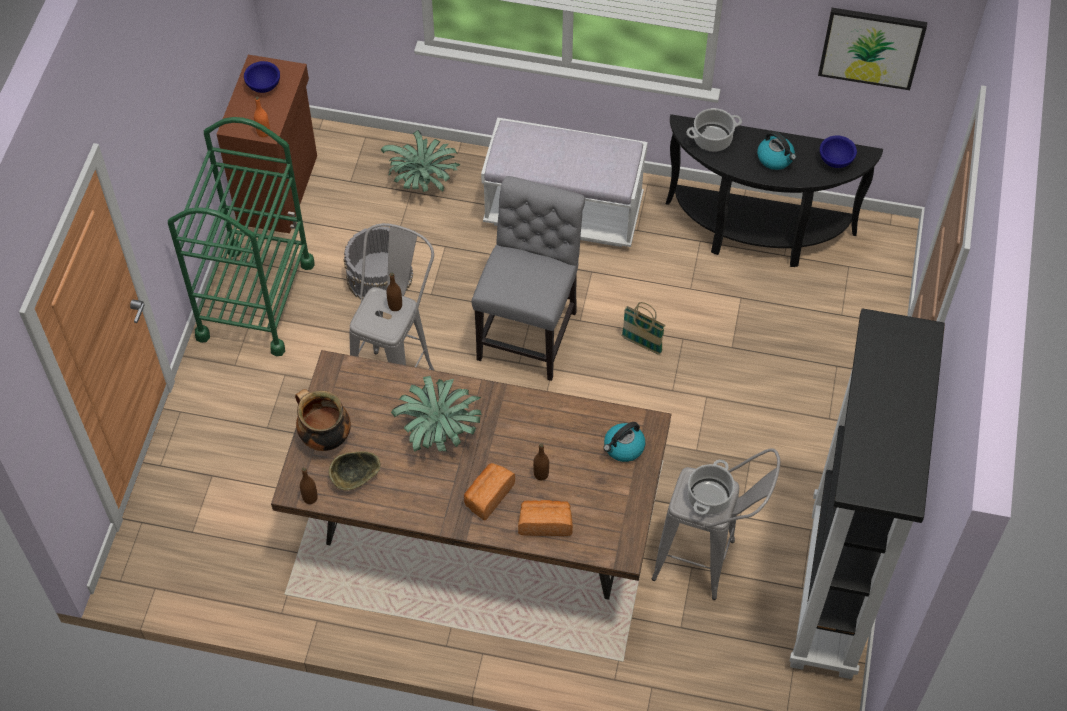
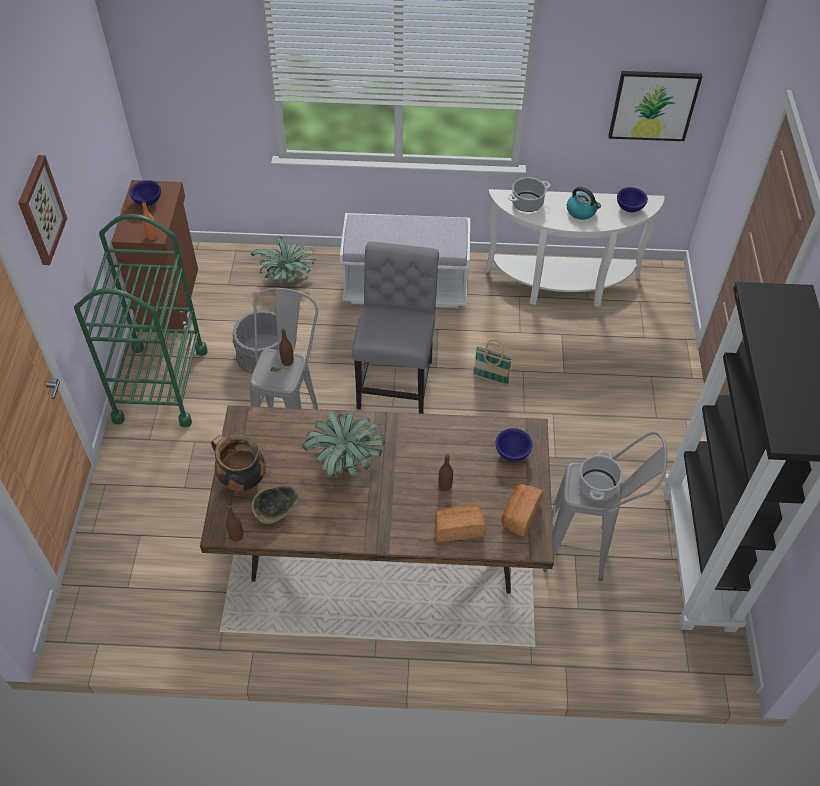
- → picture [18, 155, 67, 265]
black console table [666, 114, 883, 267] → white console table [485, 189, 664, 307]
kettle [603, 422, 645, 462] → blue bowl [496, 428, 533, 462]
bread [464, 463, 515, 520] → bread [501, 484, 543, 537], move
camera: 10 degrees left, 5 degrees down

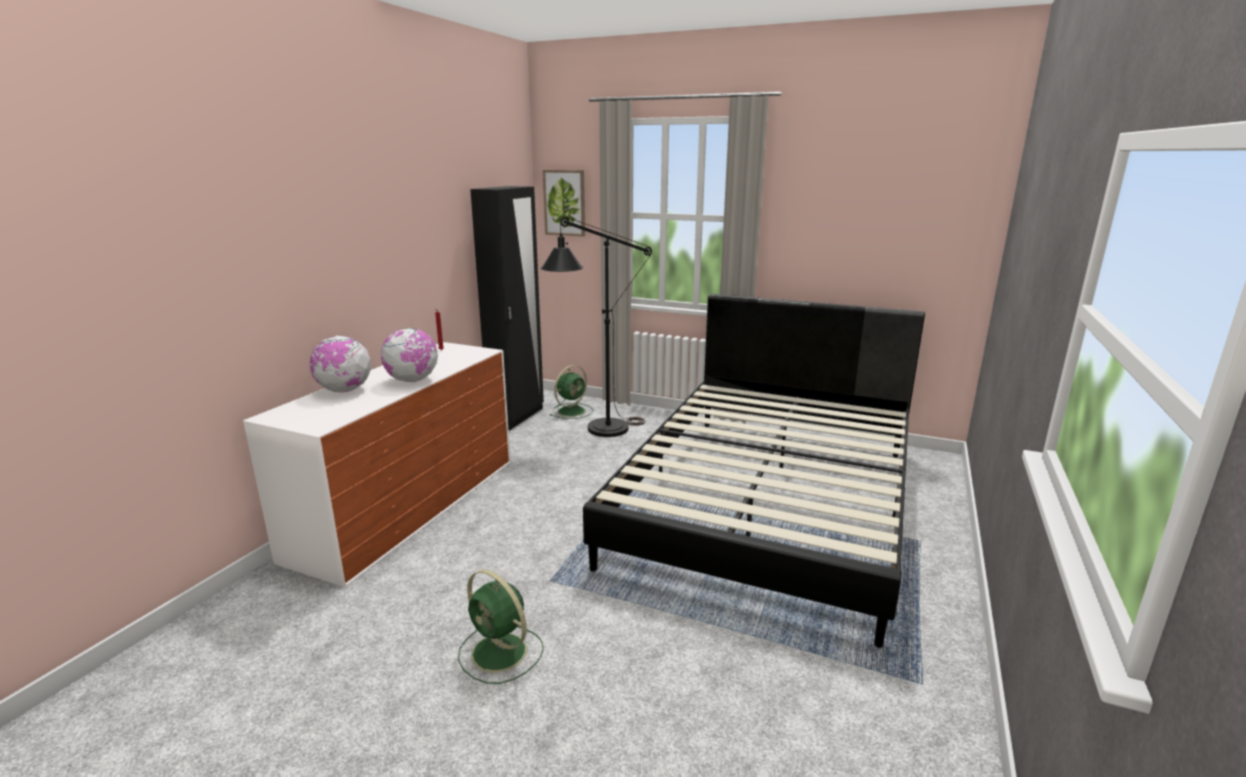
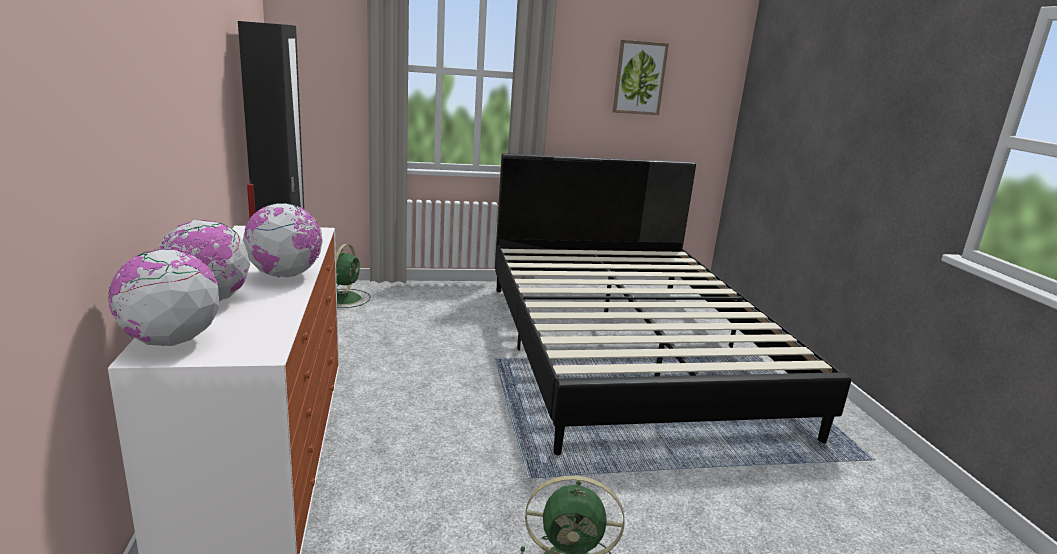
- → globe [108, 249, 220, 346]
picture [543, 170, 585, 237] → picture [613, 40, 669, 115], move
black floor lamp [541, 217, 652, 437] → -
camera: 35 degrees left, 0 degrees up

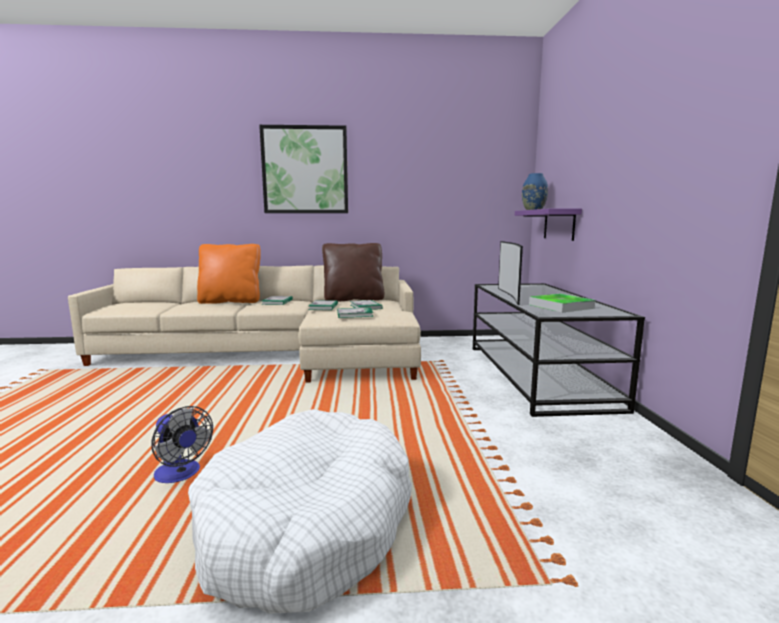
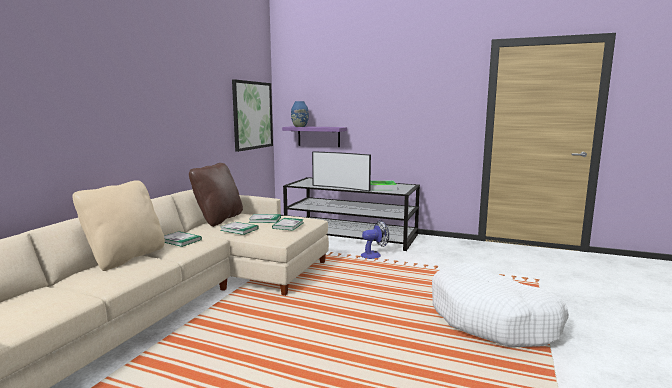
orange pillow [197, 244, 261, 304] → beige pillow [72, 180, 165, 271]
picture [259, 125, 348, 213] → picture [232, 79, 273, 152], move
fan [151, 406, 213, 483] → fan [361, 220, 389, 259], move
camera: 65 degrees left, 0 degrees up

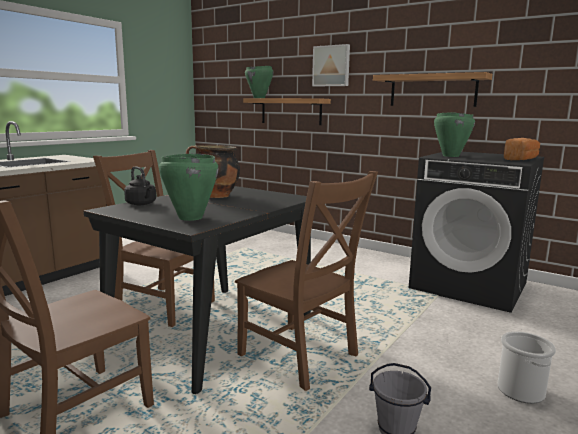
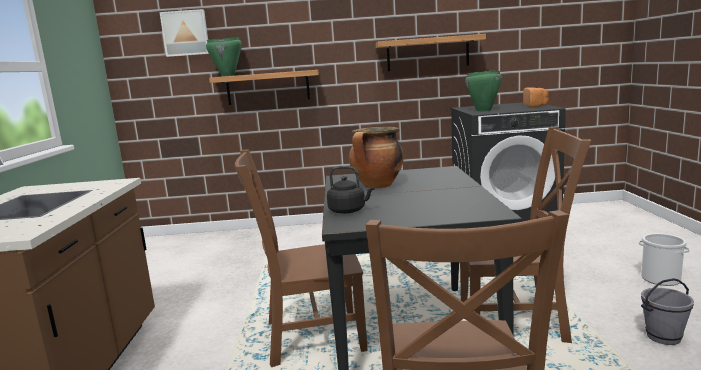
picture [312, 44, 350, 87] → picture [160, 9, 209, 57], move
green cooking pot [159, 153, 219, 221] → -
camera: 35 degrees left, 0 degrees up

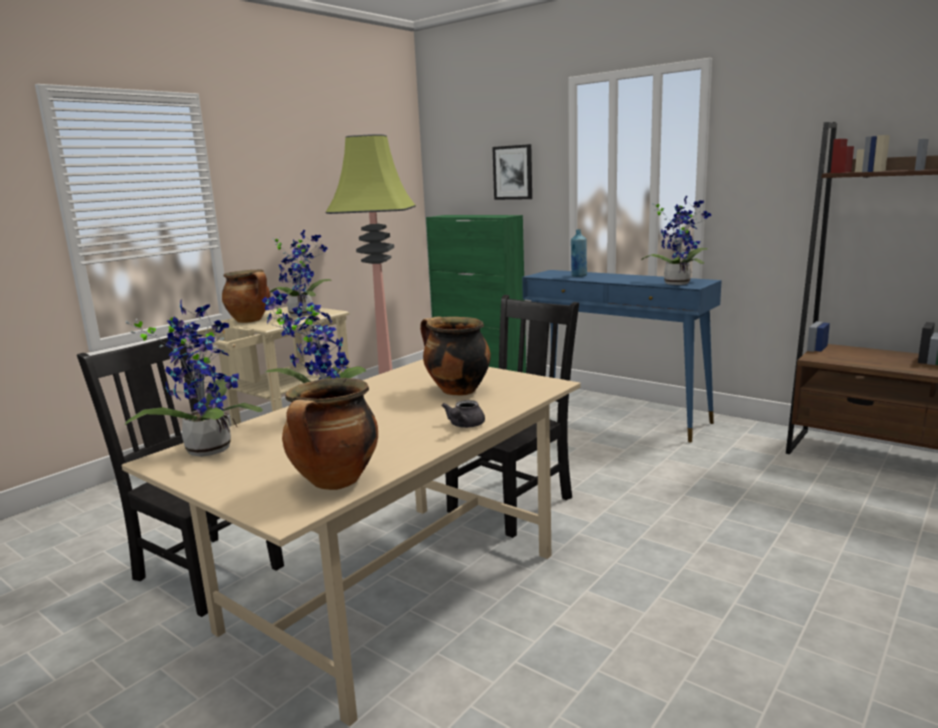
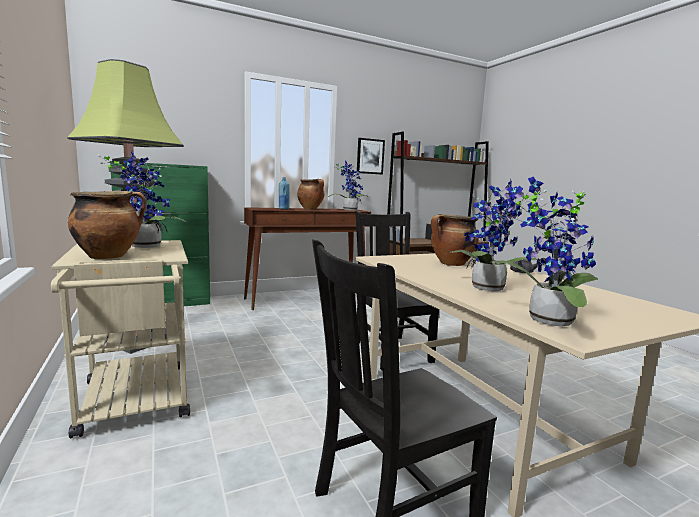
blue console table [522, 270, 722, 442] → brown console table [244, 207, 371, 310]
cooking pot [282, 378, 378, 490] → cooking pot [297, 179, 324, 209], move
picture [492, 144, 532, 200] → picture [357, 138, 385, 175], move
camera: 65 degrees left, 5 degrees down

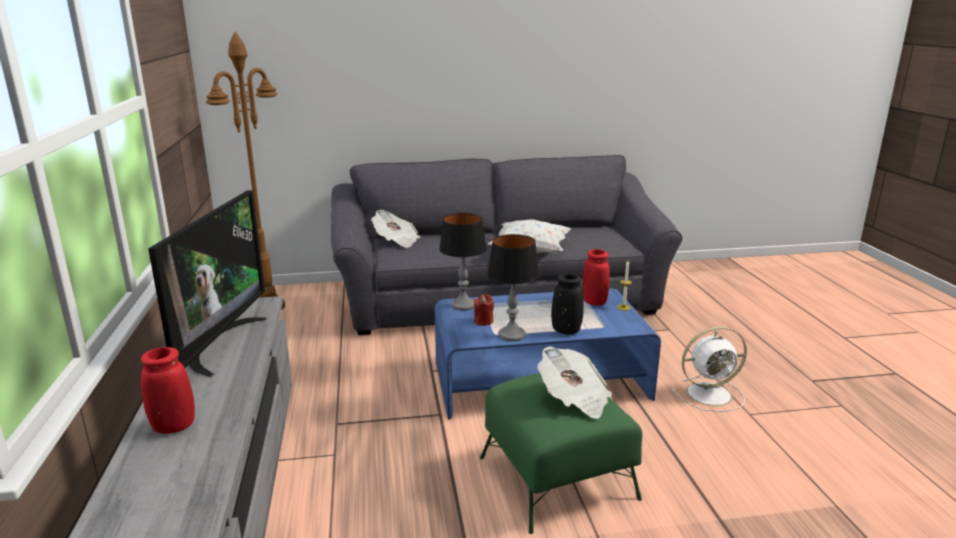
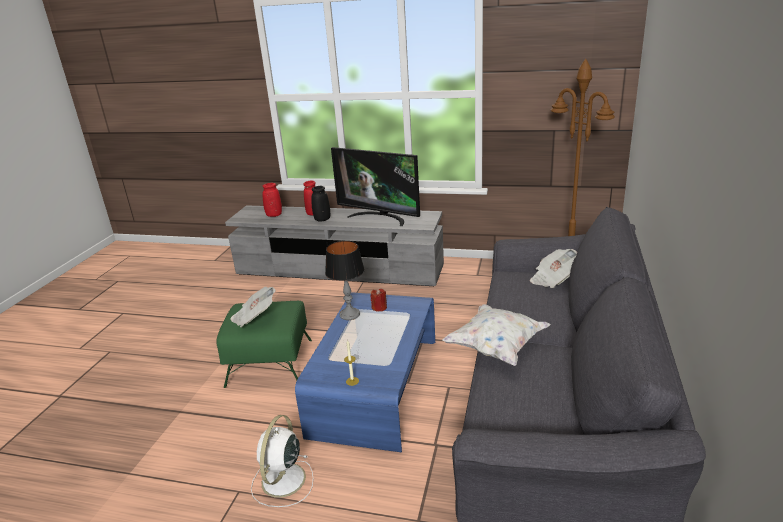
red vase [582, 249, 610, 306] → red vase [262, 183, 282, 217], move
black vase [551, 274, 584, 335] → black vase [311, 186, 330, 221], move
table lamp [439, 213, 487, 311] → -
camera: 115 degrees right, 5 degrees up

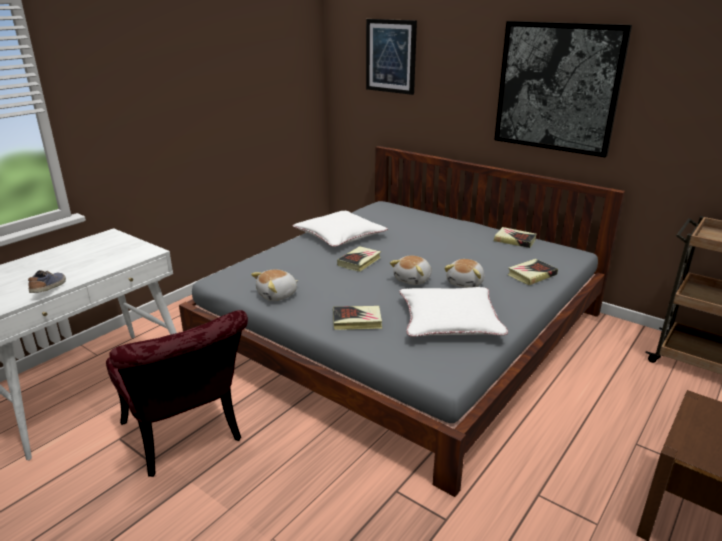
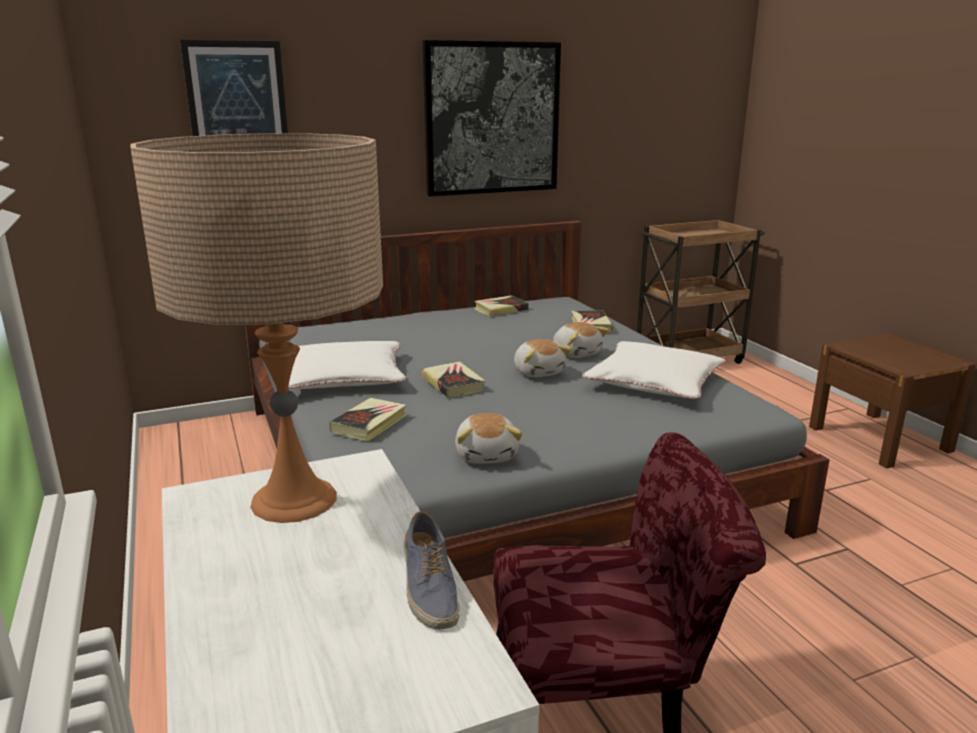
- → beige table lamp [130, 133, 383, 523]
book [333, 306, 382, 330] → book [329, 398, 407, 441], move
shoe [28, 270, 66, 293] → shoe [404, 511, 460, 630], 135 degrees counterclockwise
camera: 60 degrees left, 5 degrees down

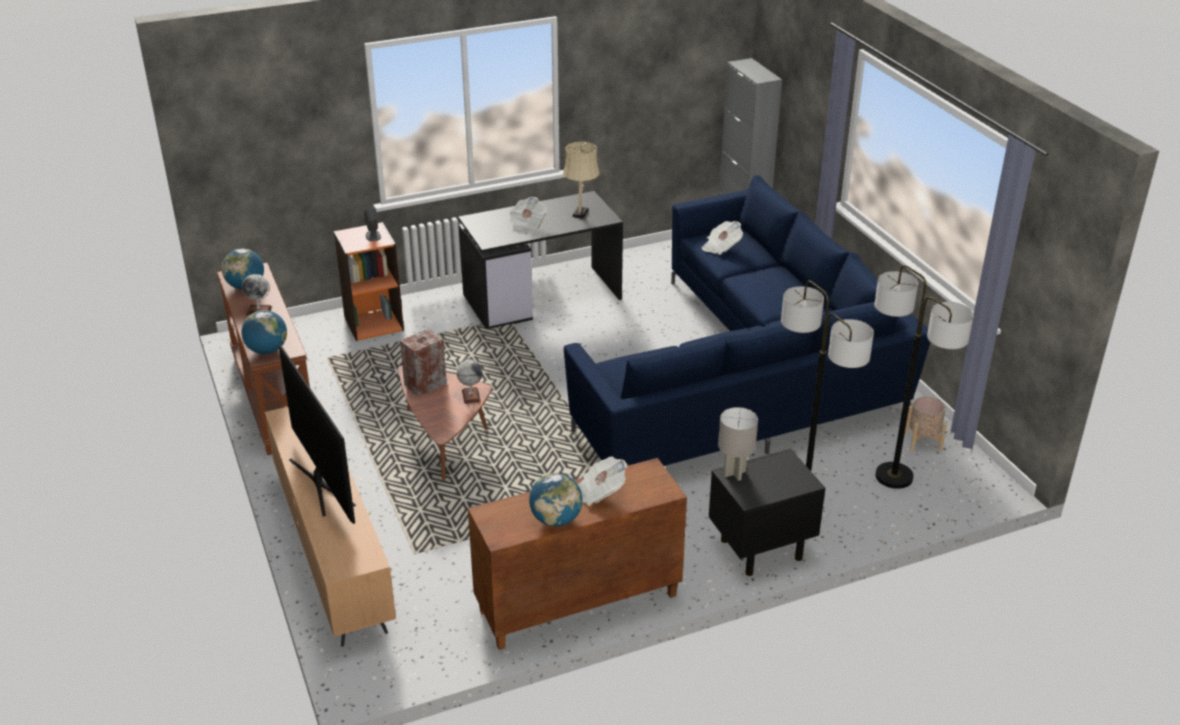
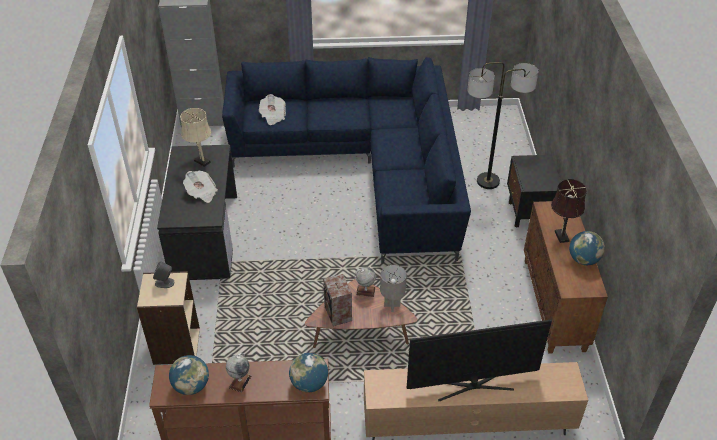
orange bookcase [334, 222, 404, 341] → beige bookcase [137, 271, 200, 365]
grey table lamp [718, 407, 758, 481] → grey table lamp [380, 265, 407, 312], move
newspaper [578, 457, 628, 506] → brown table lamp [551, 179, 587, 243]
floor lamp [874, 265, 974, 489] → -
beige planter [905, 397, 947, 452] → -
camera: 70 degrees left, 10 degrees up

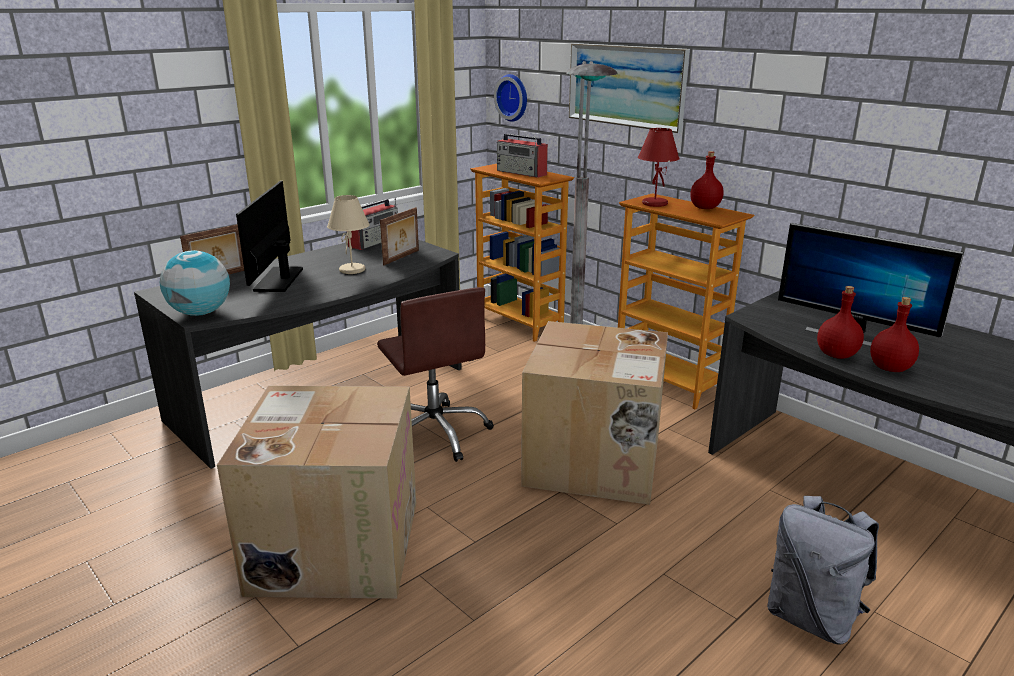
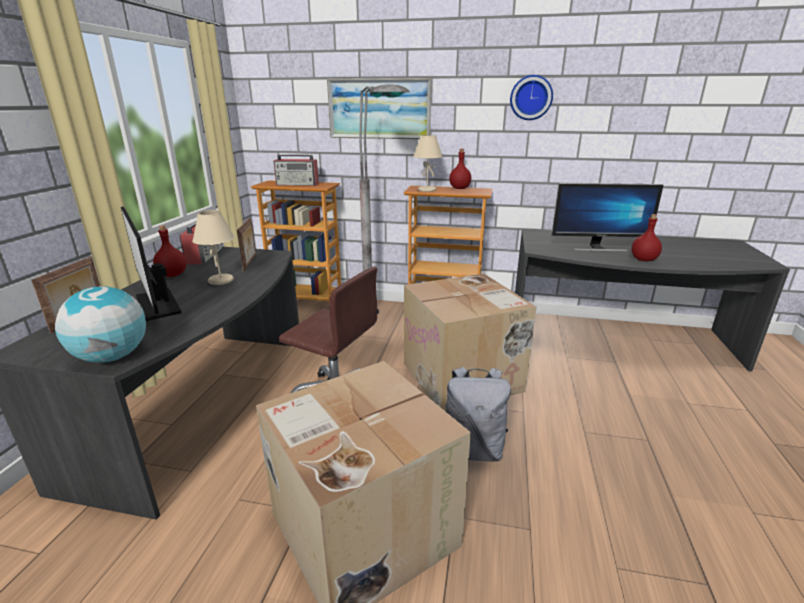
red bottle [817, 286, 864, 359] → red bottle [153, 225, 187, 277], move
red table lamp [638, 128, 680, 207] → beige table lamp [413, 135, 443, 192]
grey backpack [767, 496, 879, 645] → grey backpack [445, 367, 511, 462], move
wall clock [494, 74, 527, 122] → wall clock [510, 75, 553, 120], move
camera: 35 degrees left, 0 degrees up

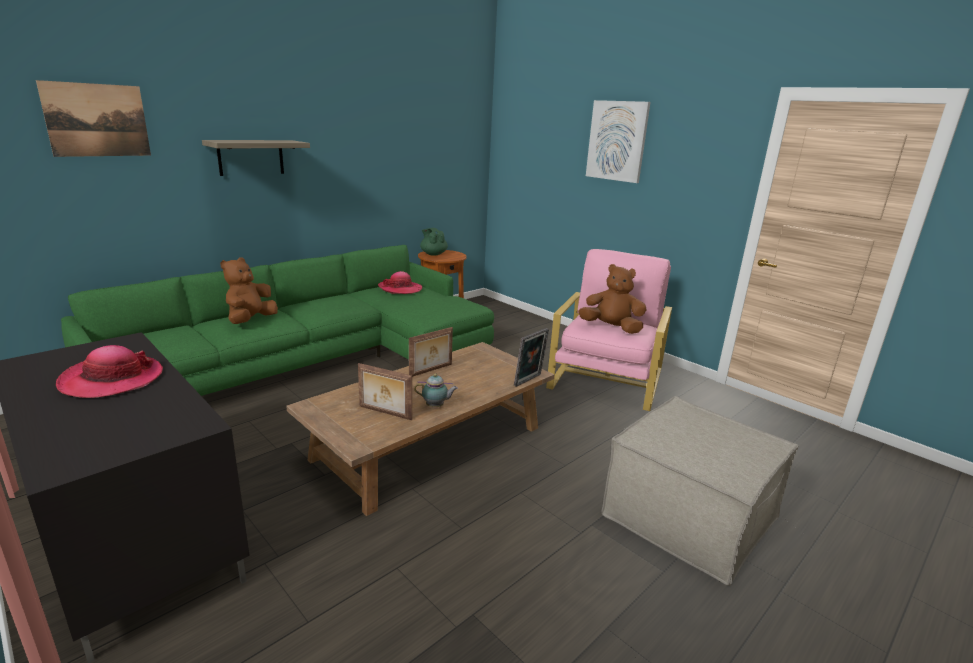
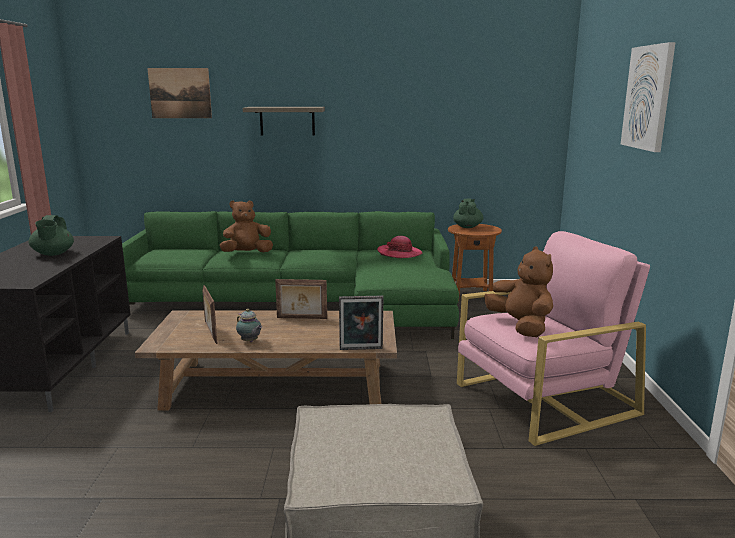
hat [56, 345, 163, 398] → green teapot [29, 215, 74, 256]
camera: 45 degrees right, 5 degrees down

